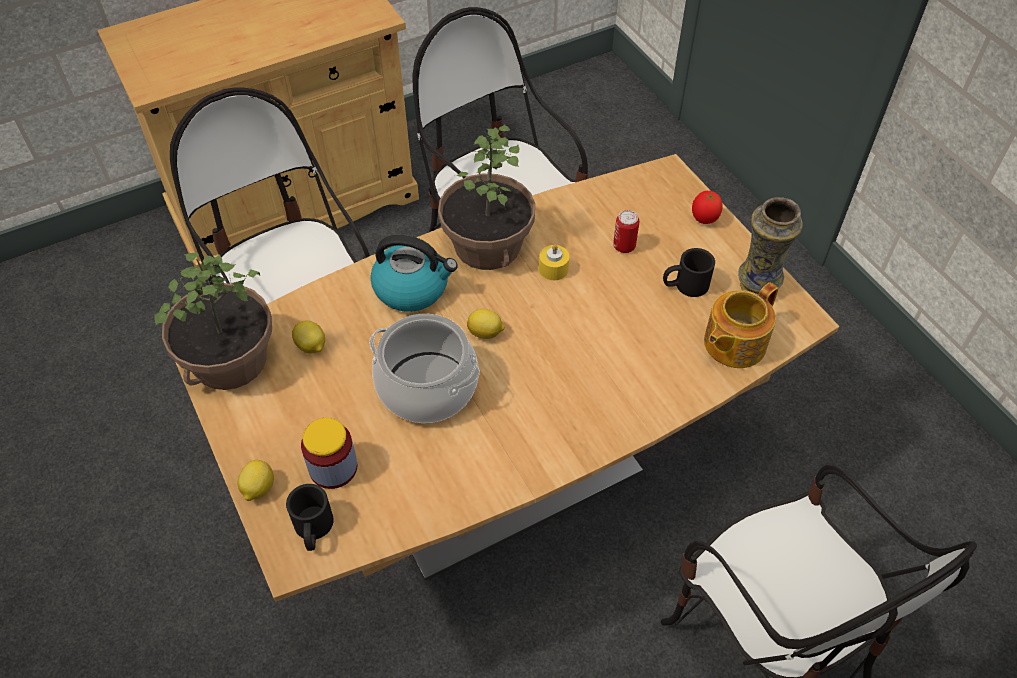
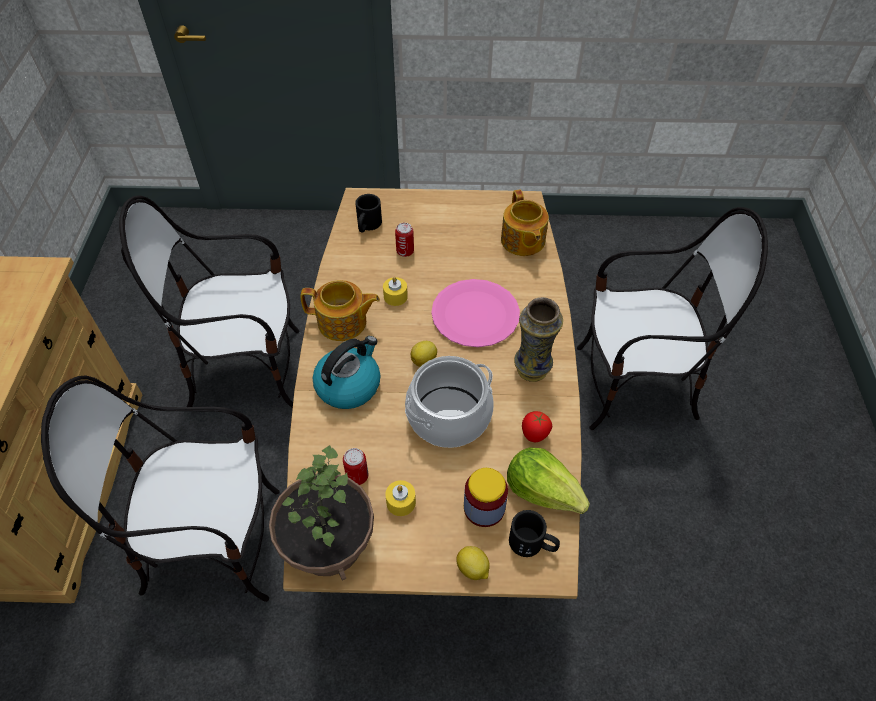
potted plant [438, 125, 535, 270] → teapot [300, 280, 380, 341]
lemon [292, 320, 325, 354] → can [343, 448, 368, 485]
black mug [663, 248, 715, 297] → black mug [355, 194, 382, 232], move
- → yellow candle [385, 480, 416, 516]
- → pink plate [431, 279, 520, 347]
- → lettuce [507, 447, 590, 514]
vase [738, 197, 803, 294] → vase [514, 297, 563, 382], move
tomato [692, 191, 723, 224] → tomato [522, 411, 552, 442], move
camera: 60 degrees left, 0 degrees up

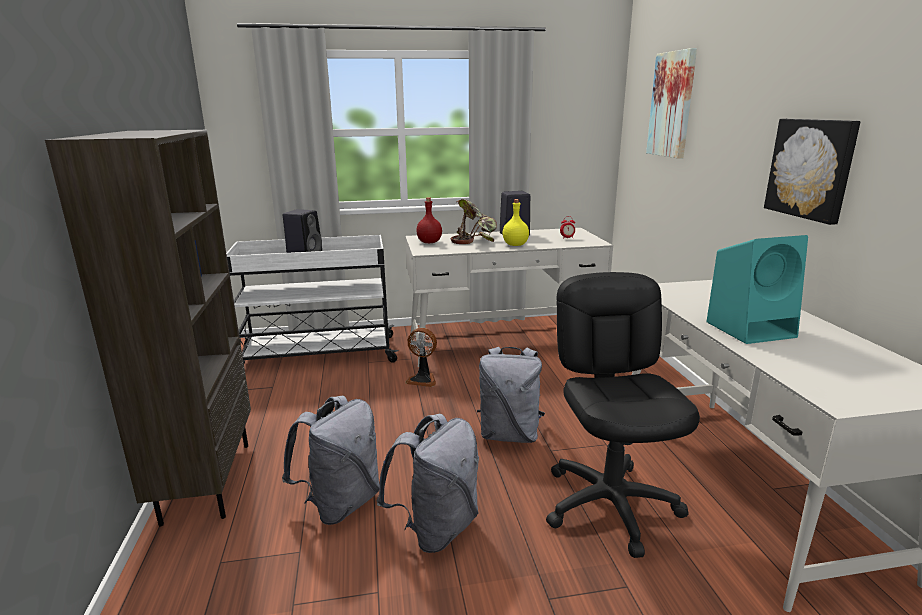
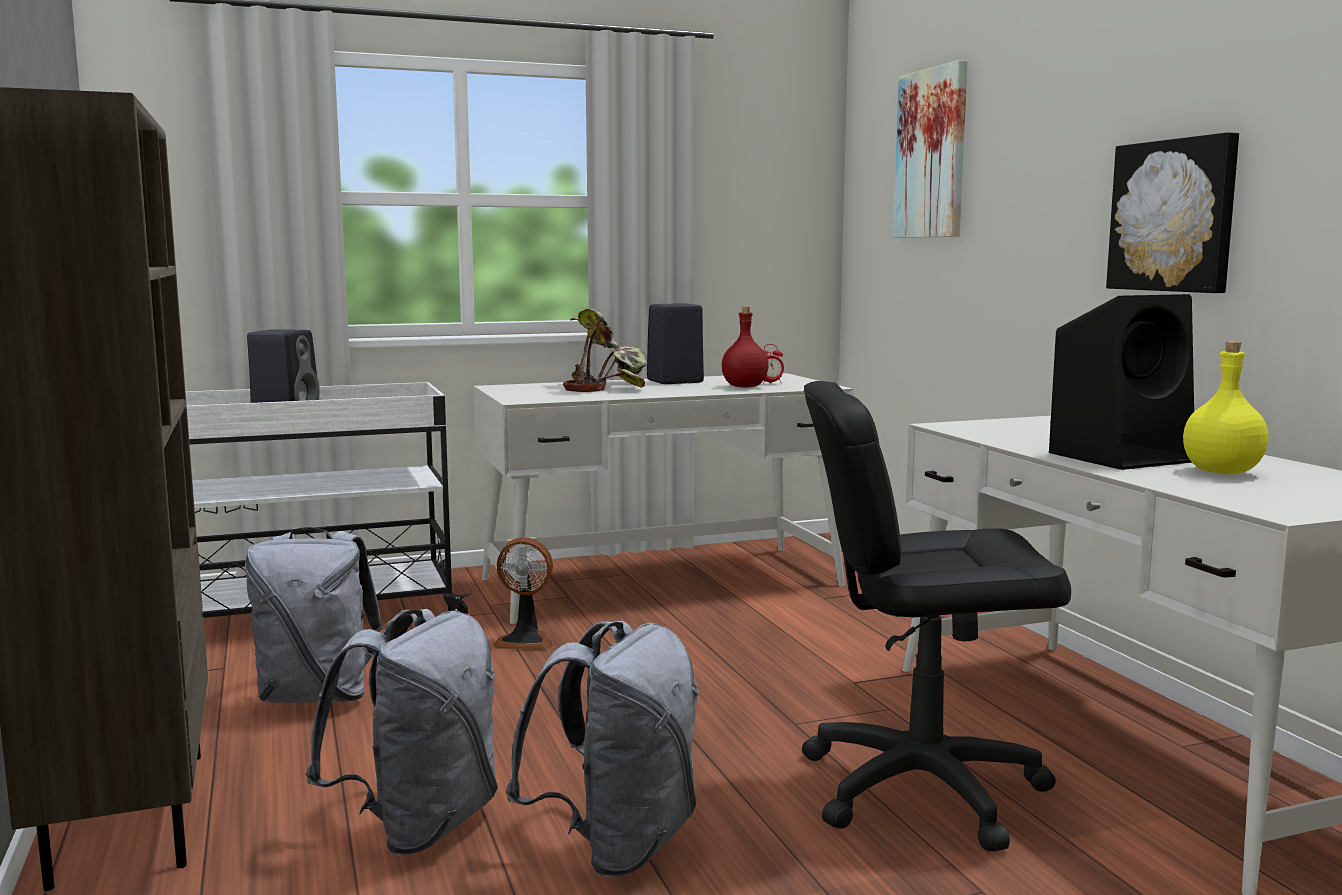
grey backpack [477, 347, 545, 443] → grey backpack [245, 527, 383, 703], move
red bottle [416, 198, 442, 243] → red bottle [722, 306, 769, 388], move
black office chair [546, 272, 700, 558] → black office chair [802, 381, 1071, 852], 75 degrees counterclockwise
turquoise speaker [706, 235, 808, 344] → black speaker [1049, 294, 1194, 470]
yellow bottle [503, 199, 529, 246] → yellow bottle [1183, 342, 1268, 474], move
camera: 10 degrees left, 10 degrees down

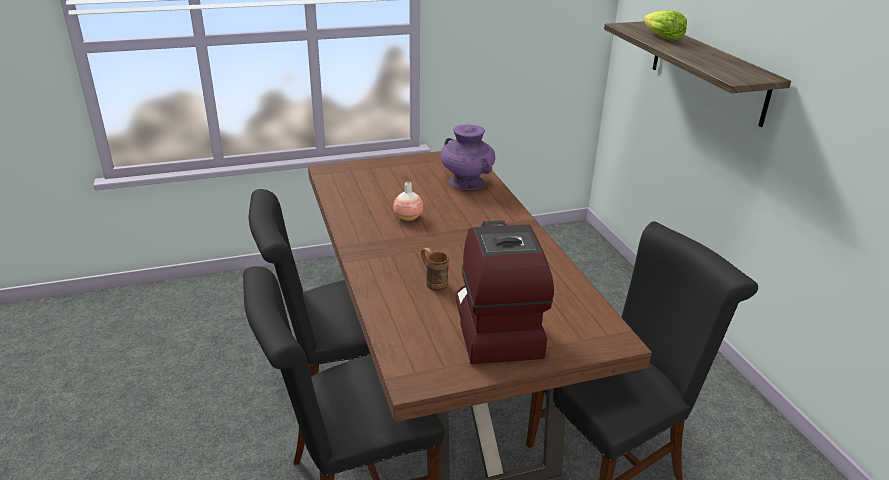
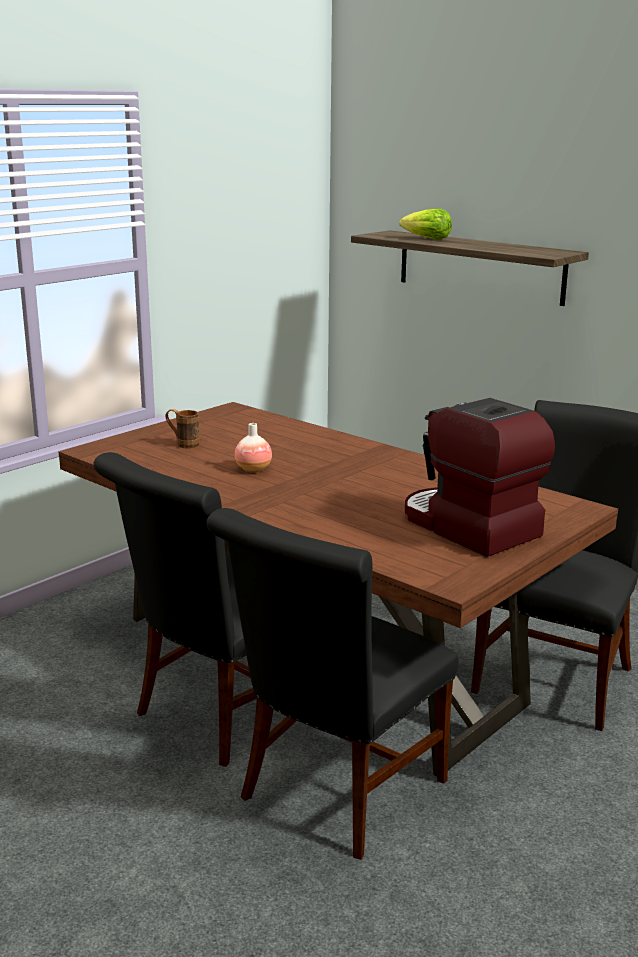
brown mug [421, 248, 449, 291] → brown mug [165, 409, 200, 448], move
purple vase [440, 125, 495, 190] → -
camera: 30 degrees left, 10 degrees down

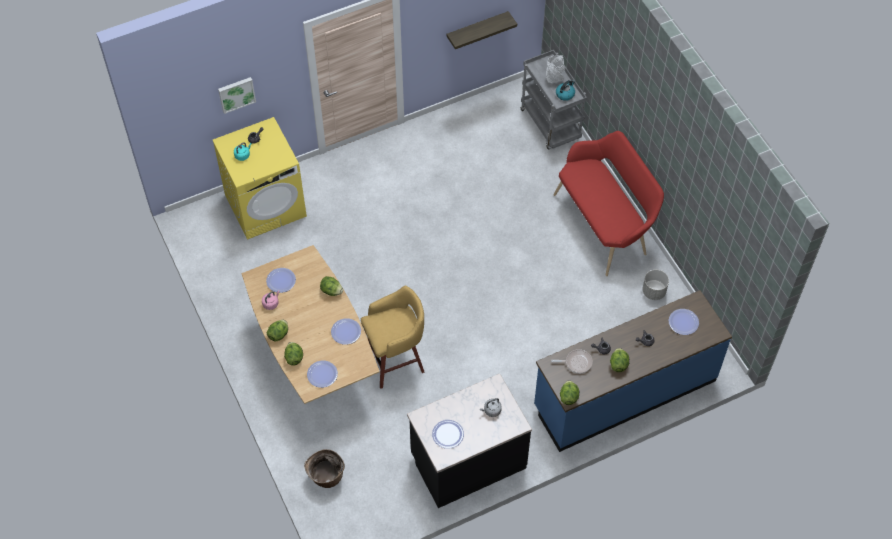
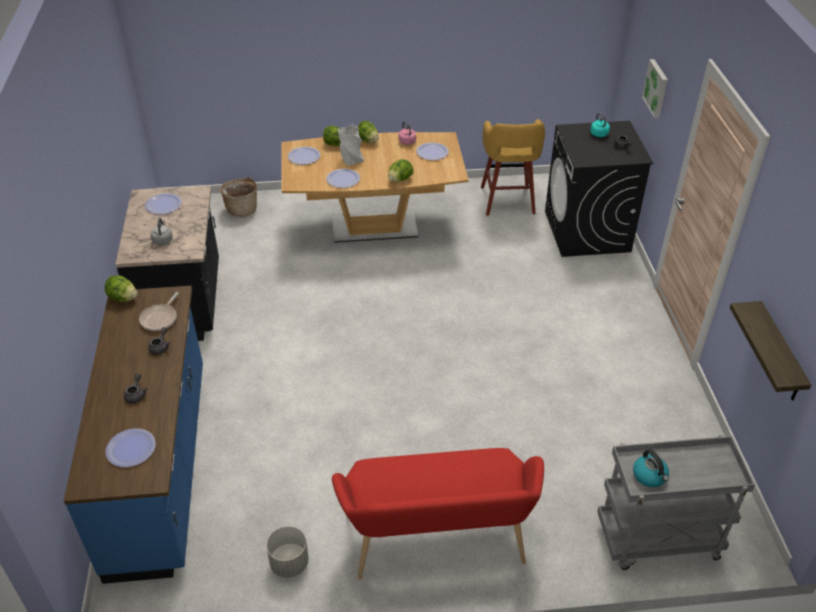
grey vase [546, 55, 565, 83] → grey vase [338, 125, 364, 166], move
yellow stool [361, 286, 424, 389] → yellow stool [481, 119, 545, 216], move
yellow washing machine [213, 117, 307, 240] → black washing machine [545, 121, 653, 257]
lettuce [610, 348, 629, 372] → -
camera: 110 degrees right, 15 degrees down

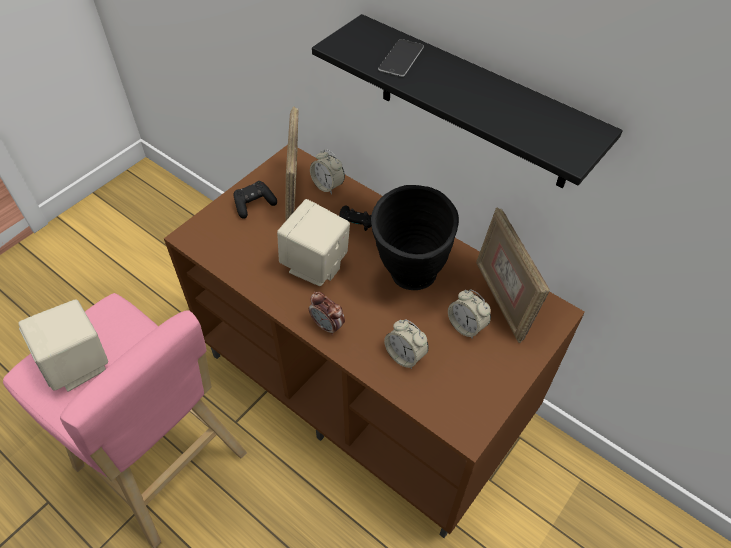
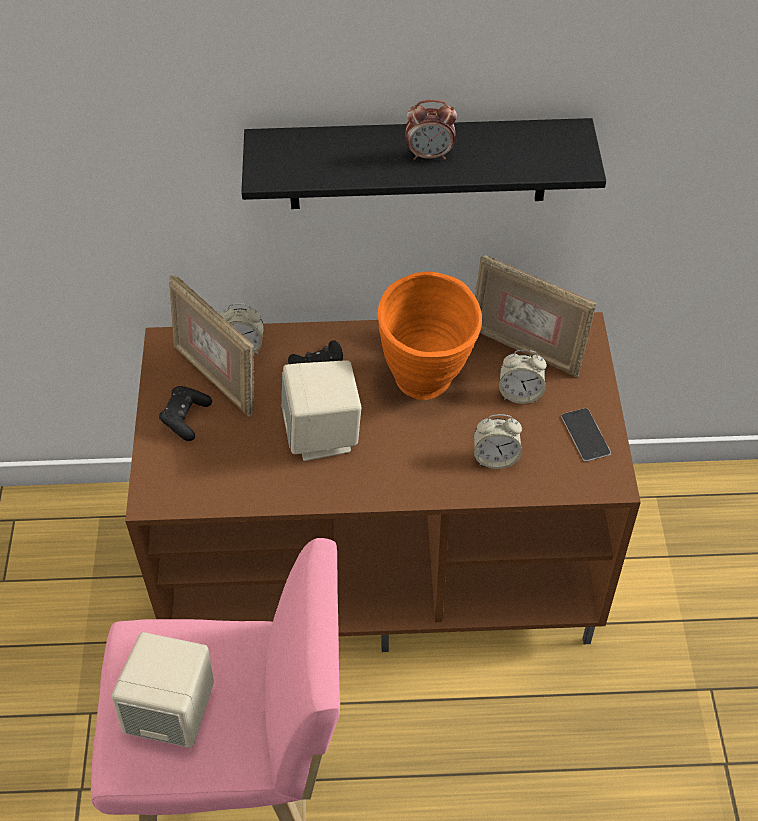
black vase [371, 185, 459, 290] → orange vase [378, 272, 482, 400]
alarm clock [309, 292, 345, 336] → alarm clock [405, 100, 457, 160], move
phone [378, 39, 424, 77] → phone [561, 408, 611, 462], move
camera: 40 degrees left, 0 degrees up

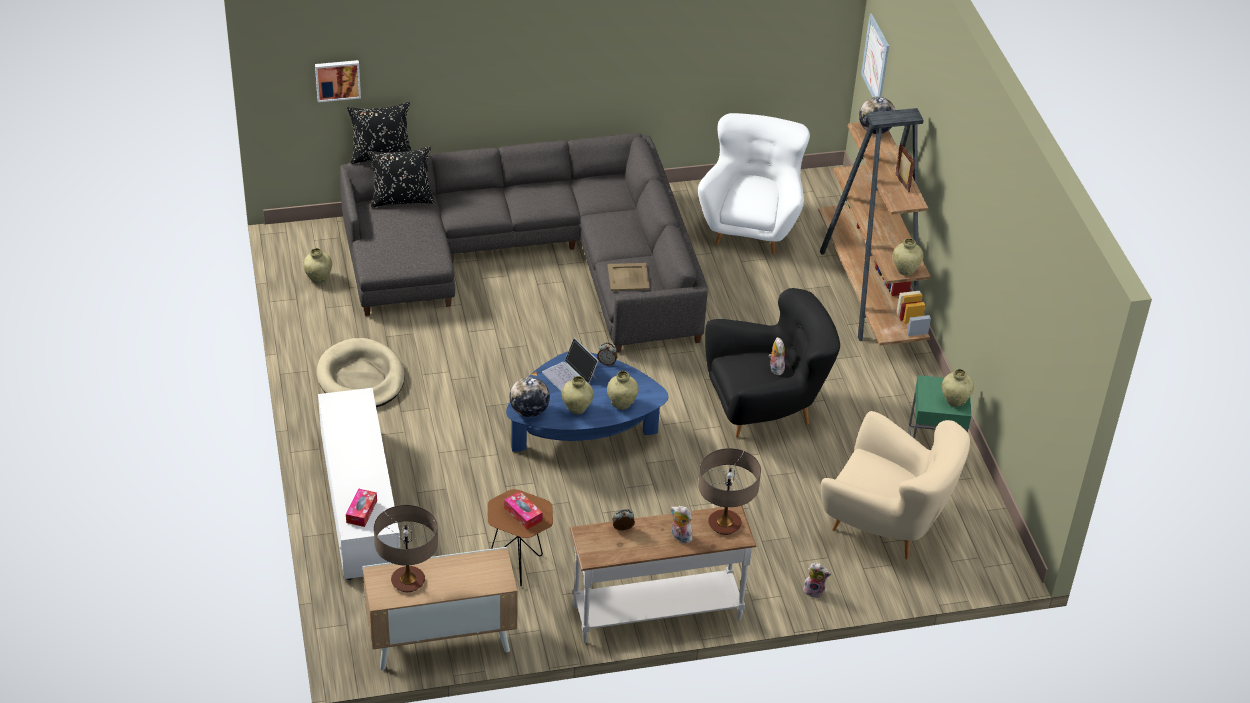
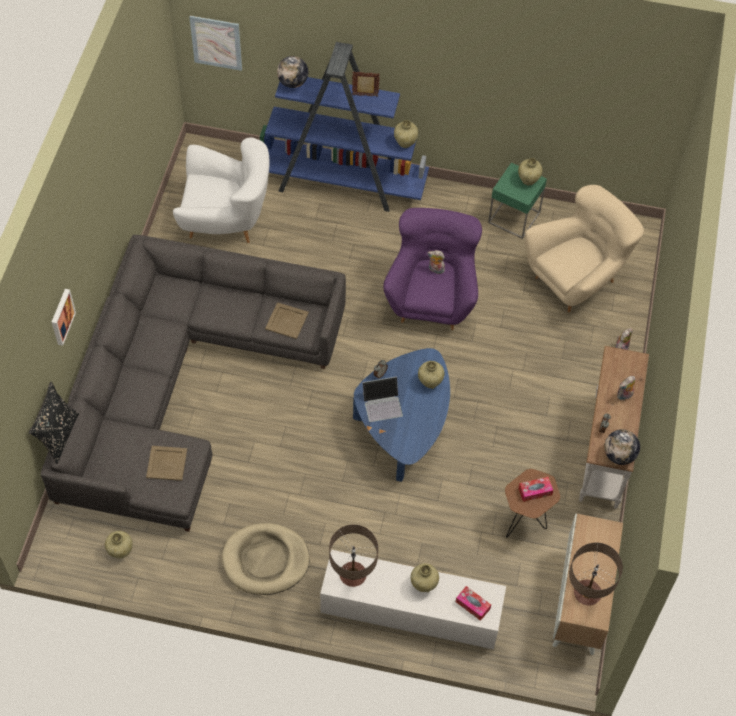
picture [315, 60, 361, 102] → picture [52, 289, 76, 346], move
- → beige tray [146, 446, 187, 481]
white armchair [698, 113, 810, 254] → white armchair [173, 137, 269, 243], 150 degrees clockwise
brown bookcase [818, 108, 931, 346] → blue bookcase [260, 42, 429, 212]
table lamp [698, 448, 761, 535] → table lamp [329, 525, 378, 587], move
black armchair [705, 288, 840, 438] → purple armchair [383, 208, 482, 330]
beige vase [562, 376, 594, 414] → beige vase [410, 563, 439, 592], move
globe [510, 377, 550, 417] → globe [604, 429, 640, 465], move
black pillow [368, 146, 434, 208] → -
camera: 65 degrees left, 15 degrees up

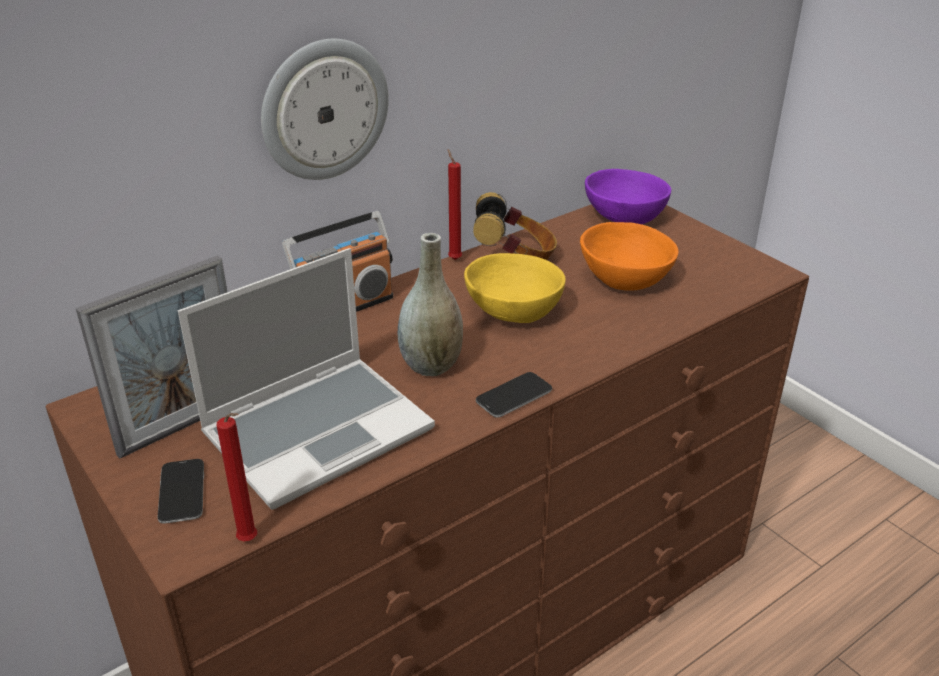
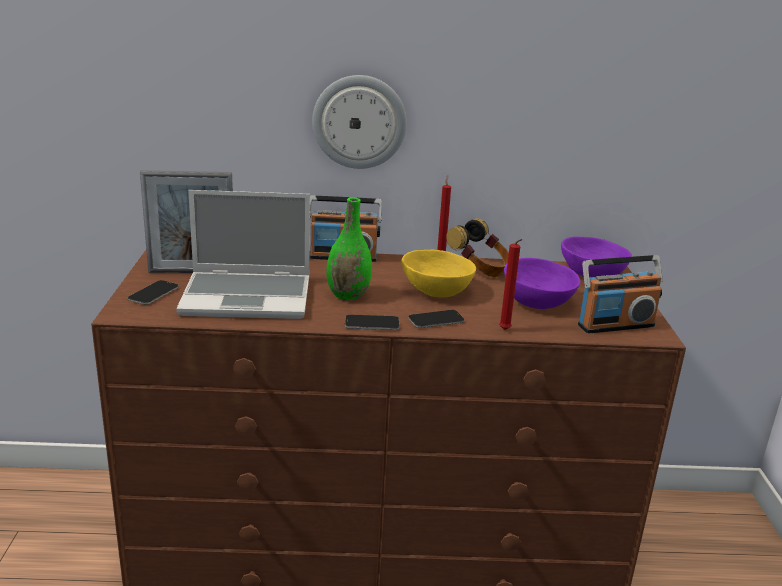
grey vase [398, 233, 463, 376] → green vase [326, 197, 372, 300]
- → phone [408, 310, 464, 328]
red candle [217, 413, 257, 541] → red candle [499, 239, 522, 330], move
orange bowl [580, 222, 678, 291] → purple bowl [504, 258, 580, 309]
- → radio [578, 255, 663, 333]
camera: 35 degrees right, 10 degrees down

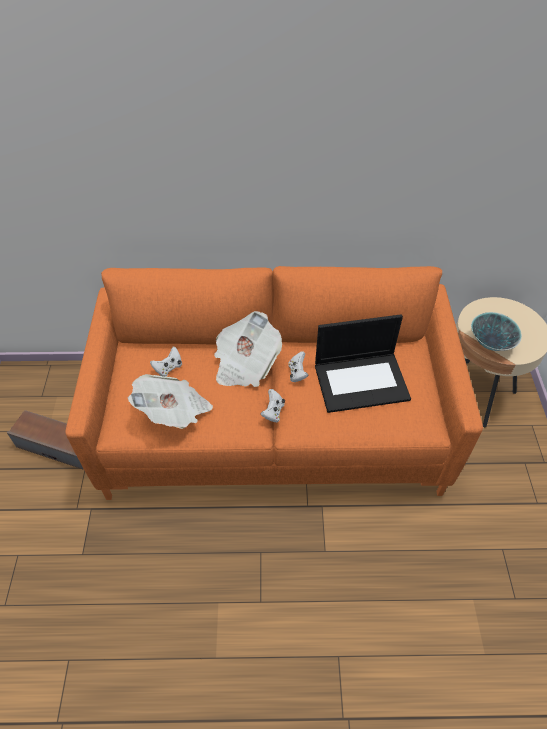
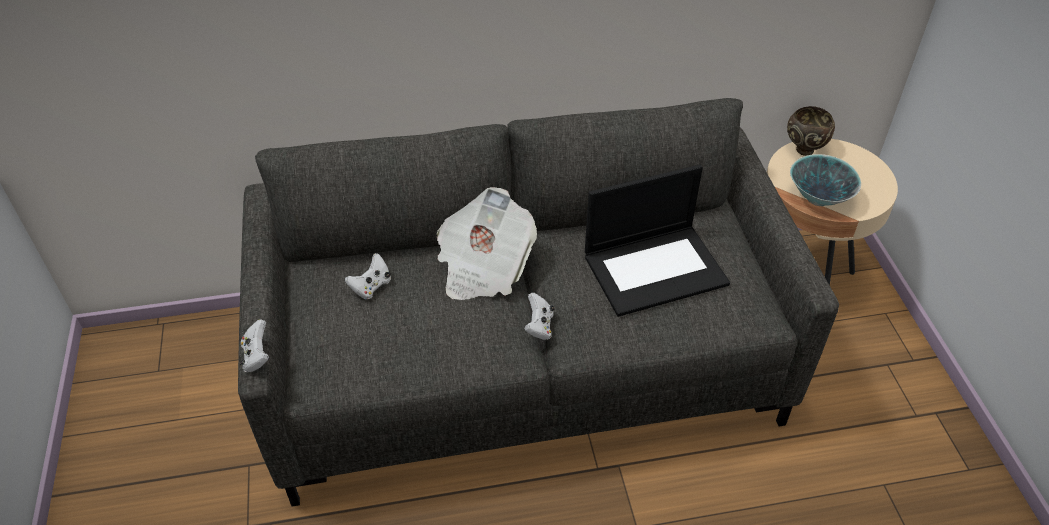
orange sofa [65, 266, 483, 500] → grey sofa [238, 98, 839, 506]
white game controller [288, 351, 308, 382] → white game controller [240, 319, 269, 372], move
- → brown bowl [787, 106, 835, 156]
speaker [7, 410, 84, 470] → -
newspaper [128, 374, 213, 429] → -
camera: 10 degrees left, 5 degrees down

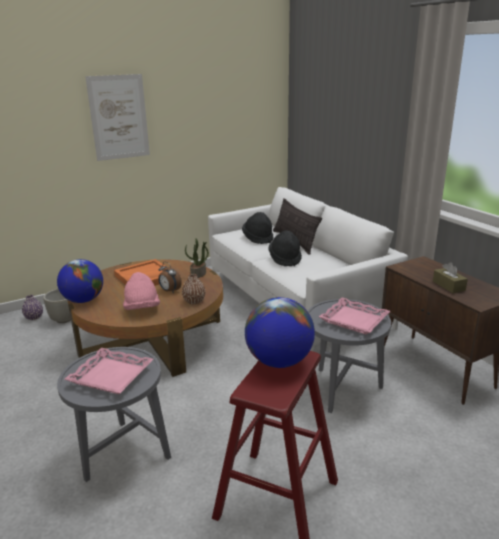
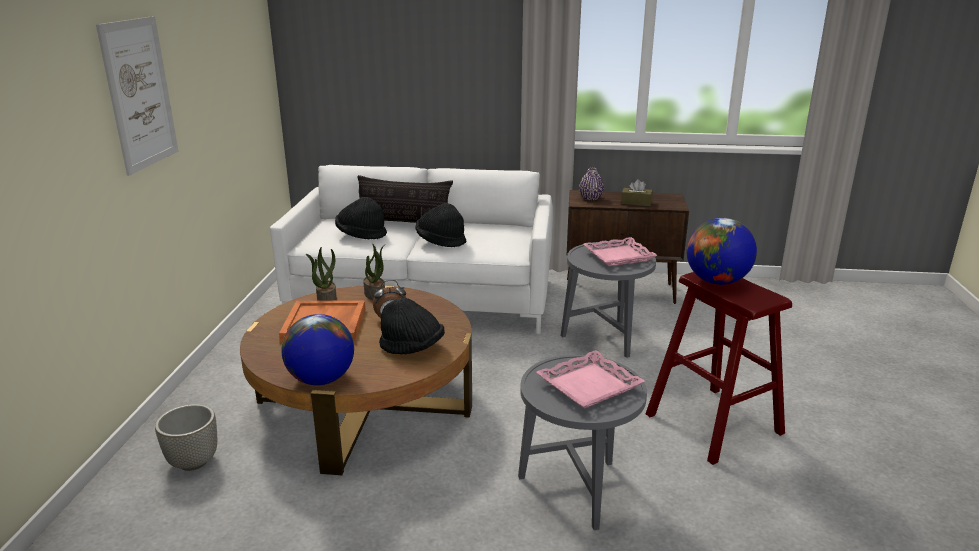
- → potted plant [306, 247, 337, 301]
pink hat [123, 272, 160, 310] → black hat [379, 298, 445, 354]
purple vase [22, 295, 43, 320] → purple vase [579, 167, 604, 200], move
brown vase [182, 274, 205, 304] → -
camera: 55 degrees left, 0 degrees up

